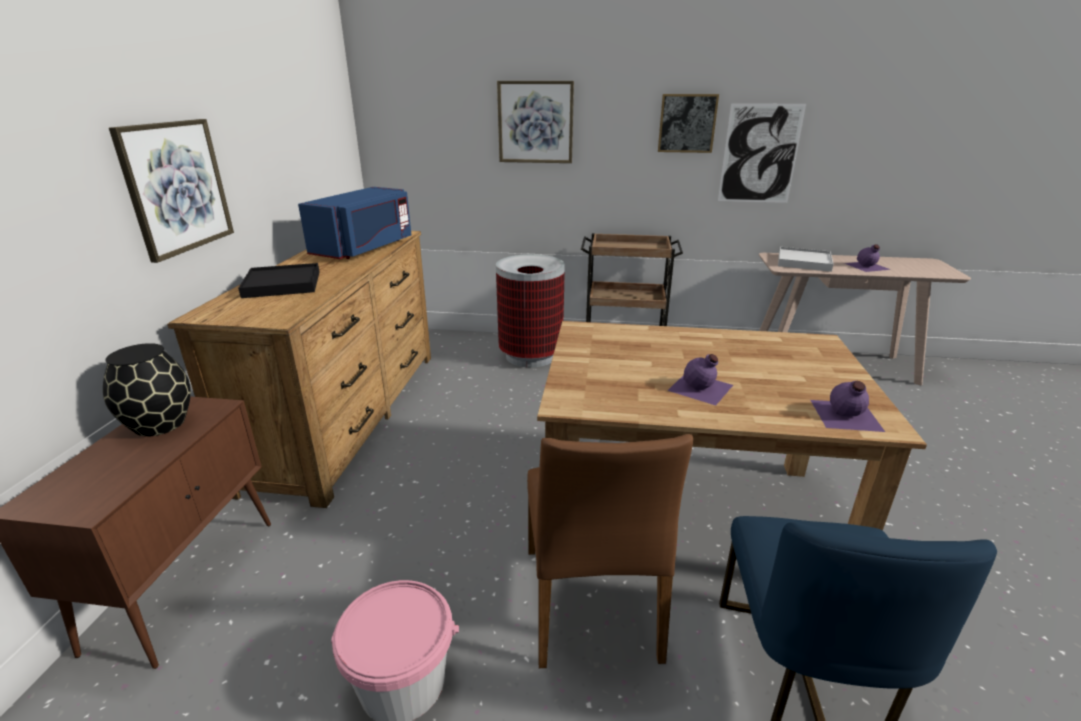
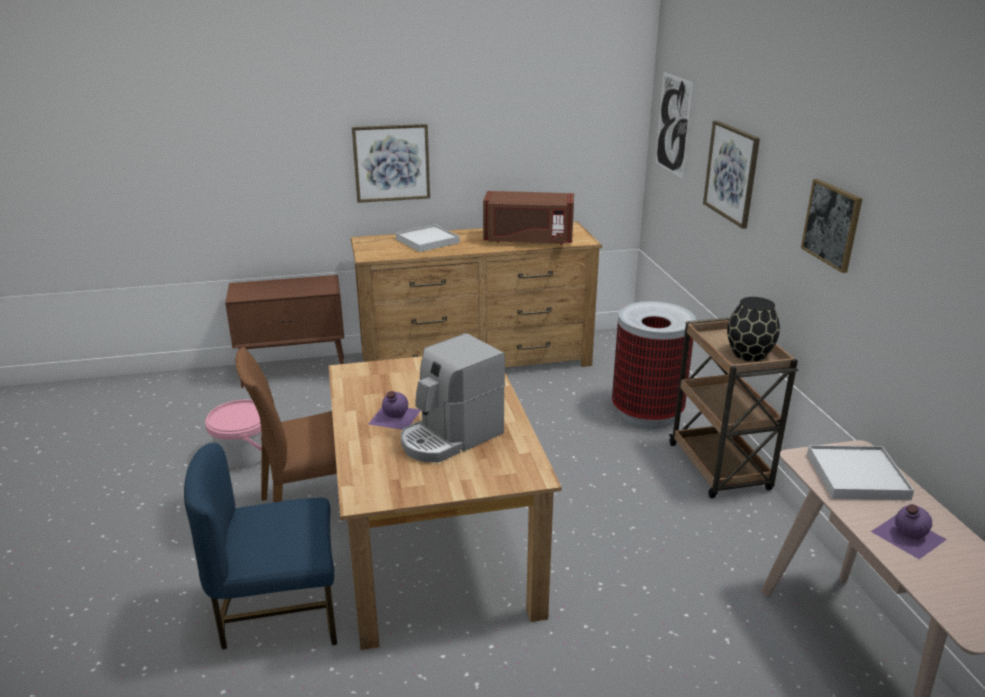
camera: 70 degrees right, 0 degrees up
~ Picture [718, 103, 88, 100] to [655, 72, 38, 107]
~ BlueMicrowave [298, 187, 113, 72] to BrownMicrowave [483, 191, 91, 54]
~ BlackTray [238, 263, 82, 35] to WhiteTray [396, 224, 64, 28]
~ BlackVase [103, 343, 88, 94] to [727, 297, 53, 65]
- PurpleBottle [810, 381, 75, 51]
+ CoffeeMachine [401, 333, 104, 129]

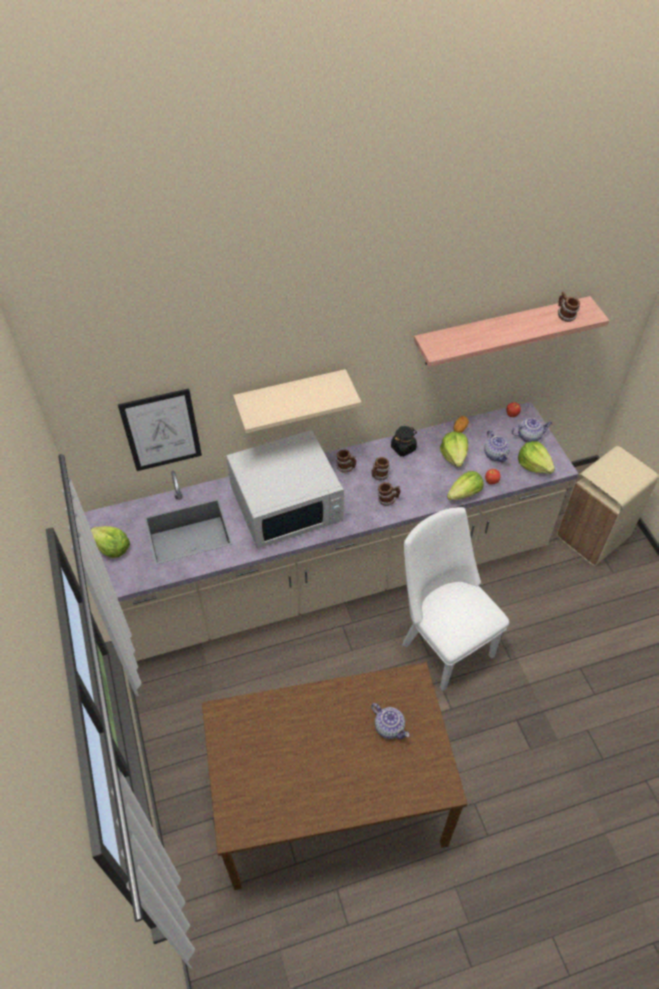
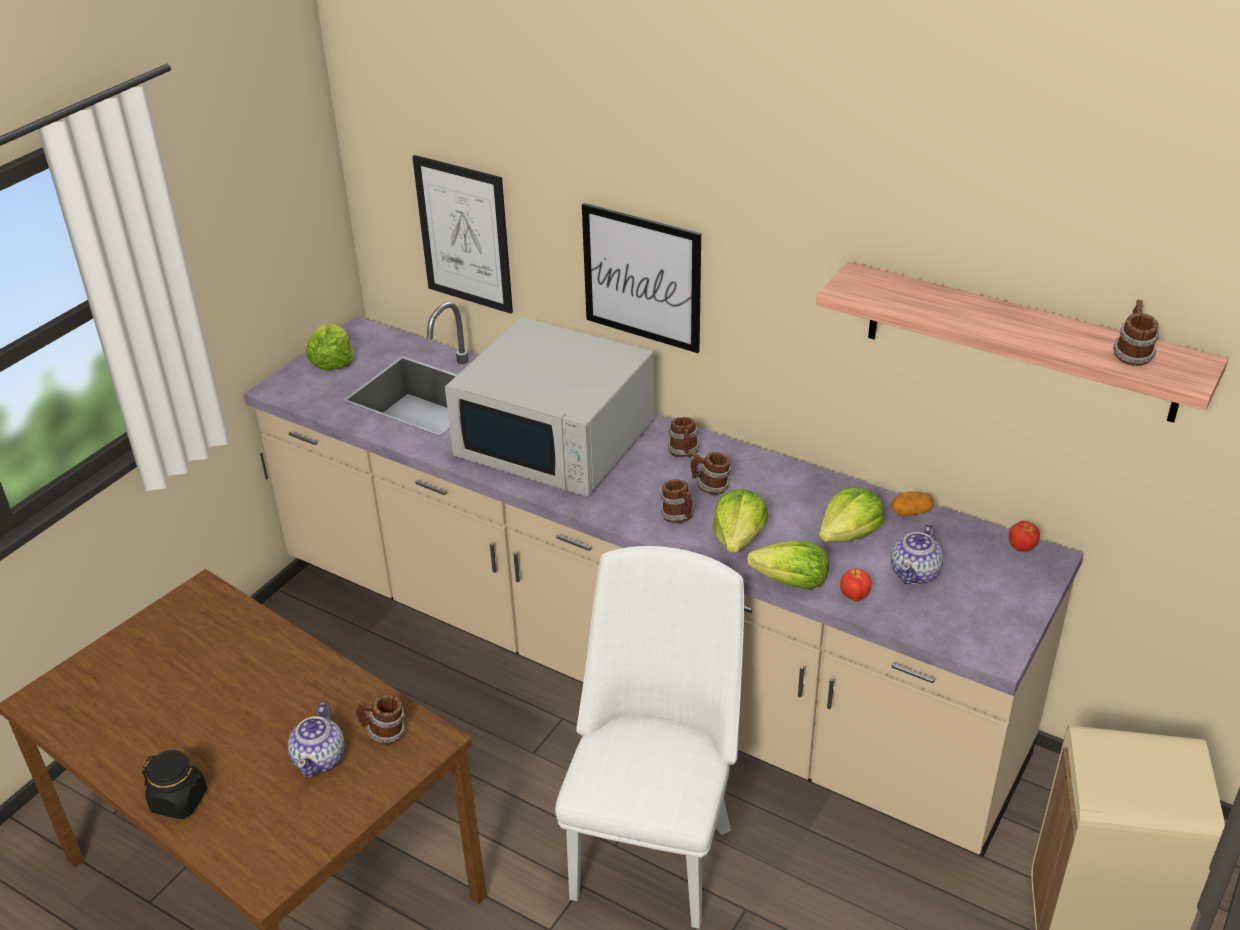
camera: 50 degrees right, 15 degrees down
~ BeigeShelf [233, 369, 128, 64] to Picture [582, 203, 119, 150]
- Teapot [511, 418, 41, 24]
~ BlackJar [391, 426, 26, 31] to [142, 750, 65, 69]
~ Lettuce [518, 441, 37, 33] to [712, 489, 56, 64]
+ Mug [356, 695, 49, 50]

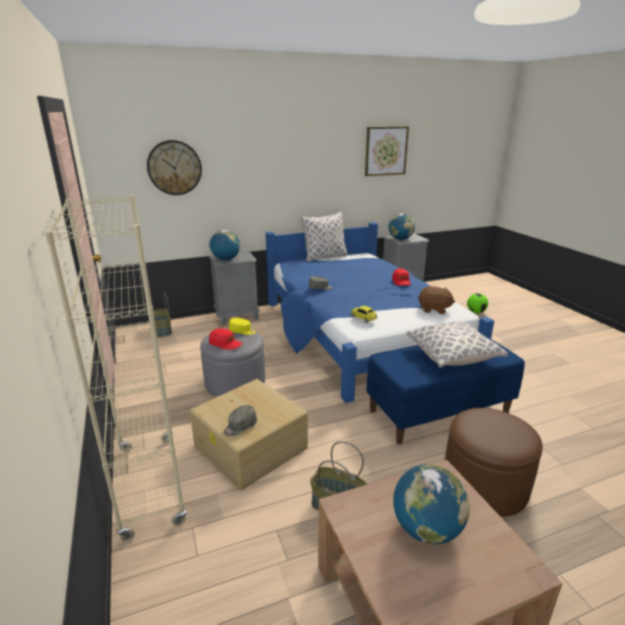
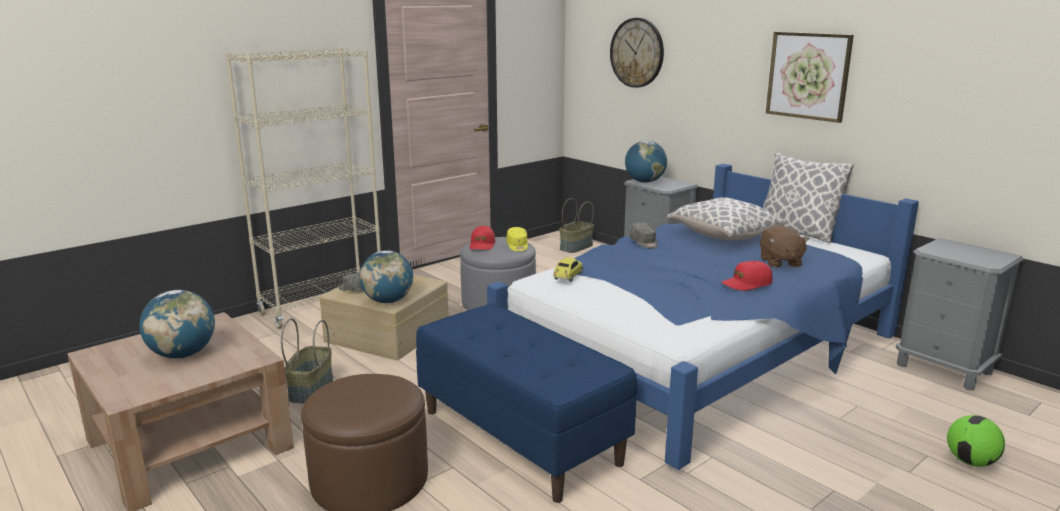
camera: 70 degrees right, 5 degrees down
~ Picture [365, 126, 44, 50] to [766, 32, 88, 91]
~ Globe [389, 213, 26, 27] to [360, 250, 53, 53]
~ BrownPlushToy [418, 286, 37, 28] to [760, 225, 50, 43]
~ Pillow [407, 322, 101, 46] to [667, 197, 118, 43]

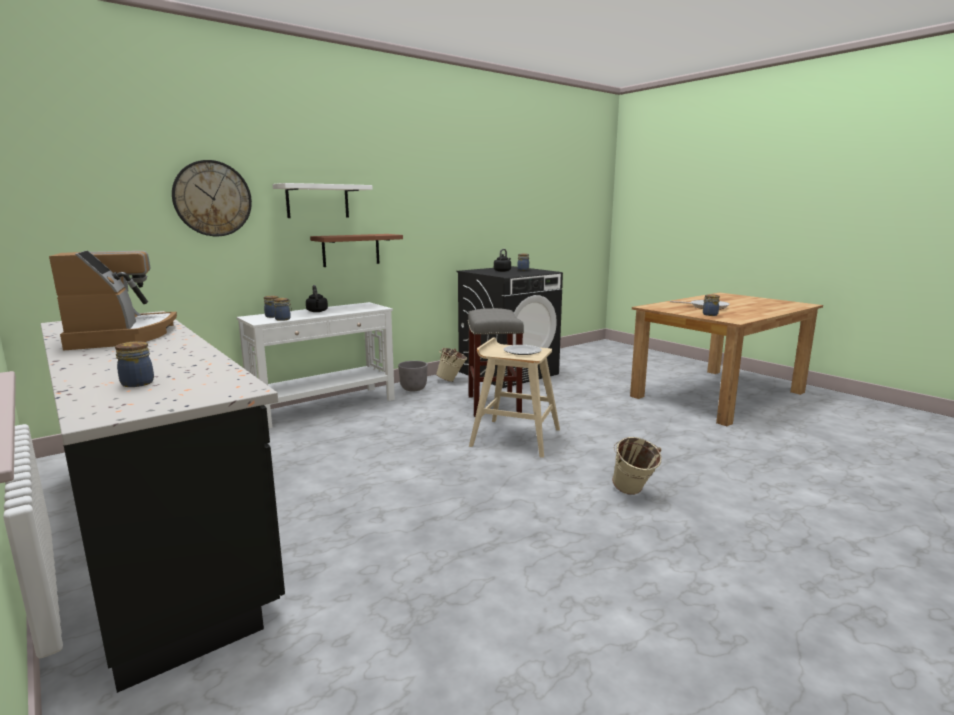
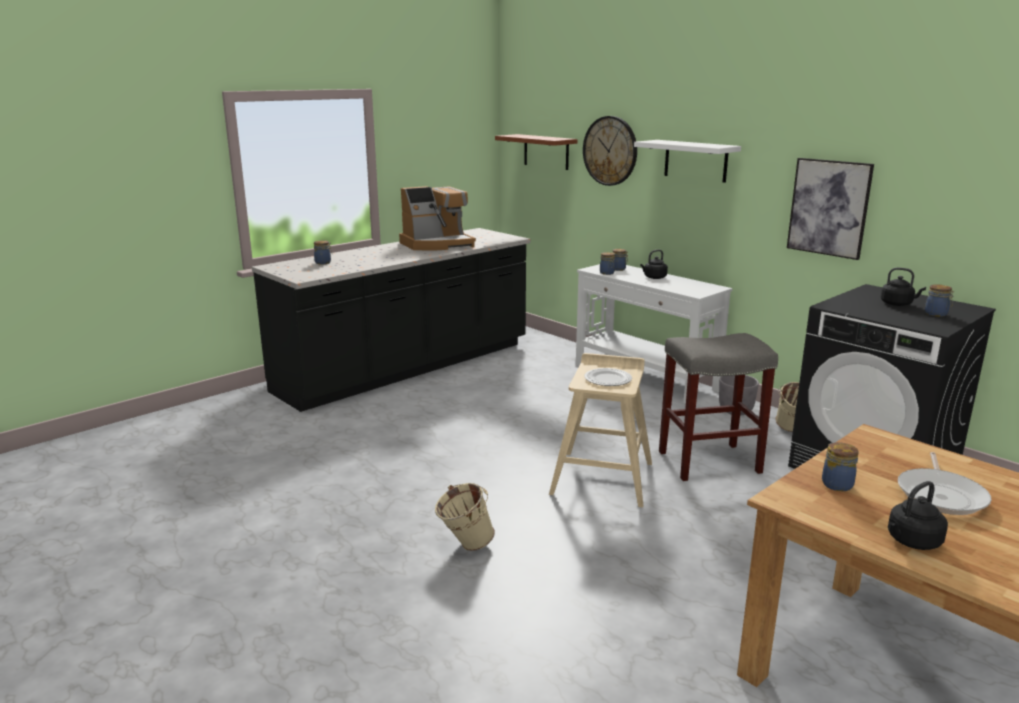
camera: 85 degrees right, 5 degrees up
~ BrownShelf [310, 234, 93, 33] to [495, 134, 83, 36]
+ Picture [787, 158, 87, 102]
+ BlackKettle [888, 481, 60, 69]

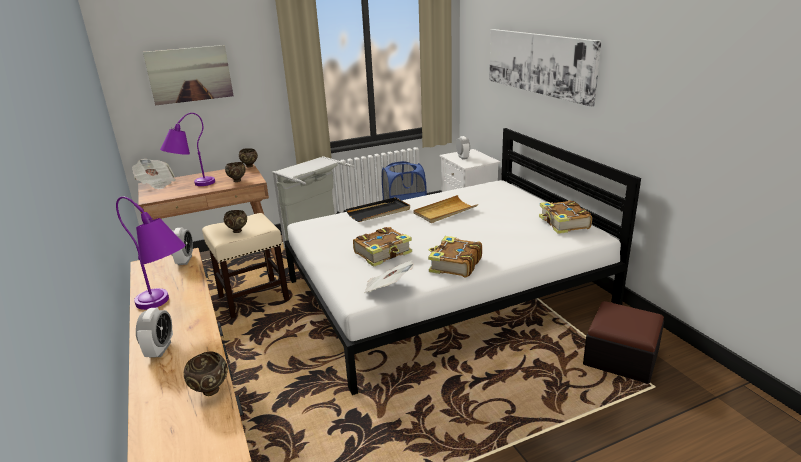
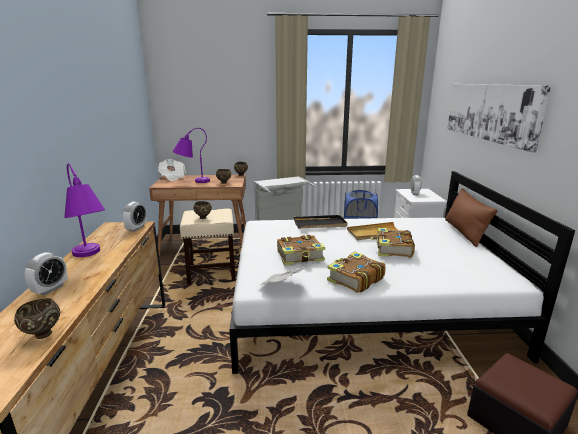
camera: 20 degrees right, 5 degrees down
- Picture [143, 45, 91, 60]
~ Book [539, 200, 53, 34] to [371, 228, 44, 30]
+ BrownPillow [445, 188, 53, 59]

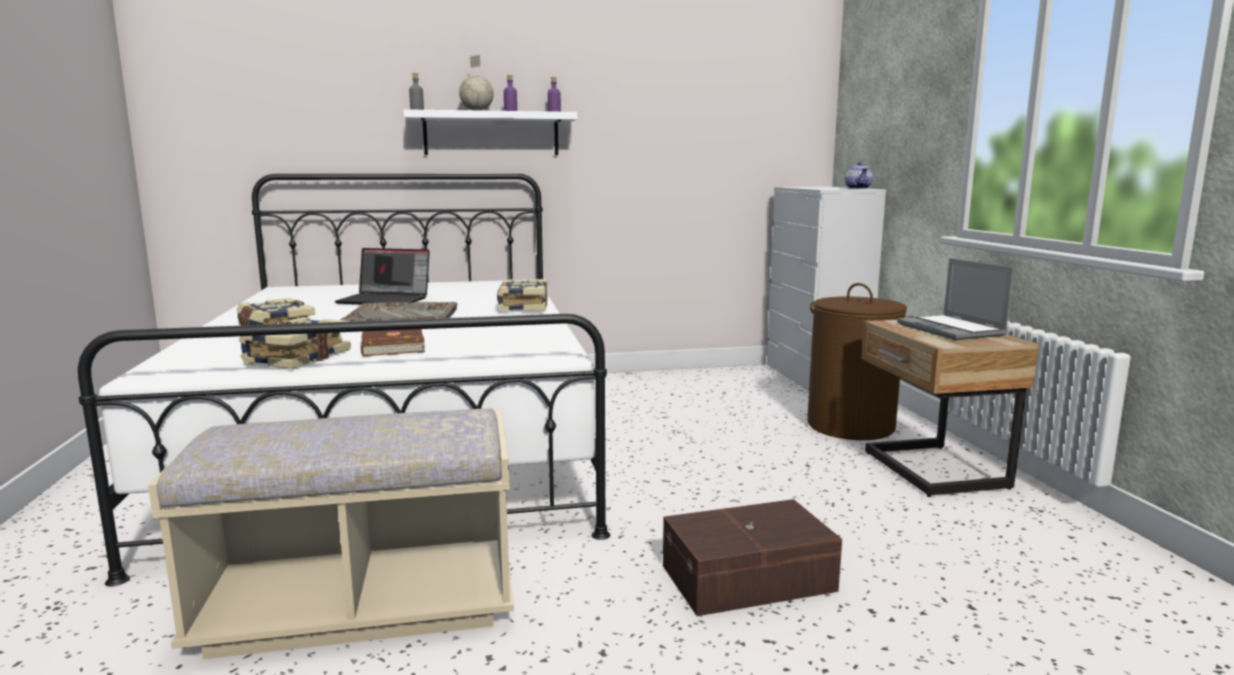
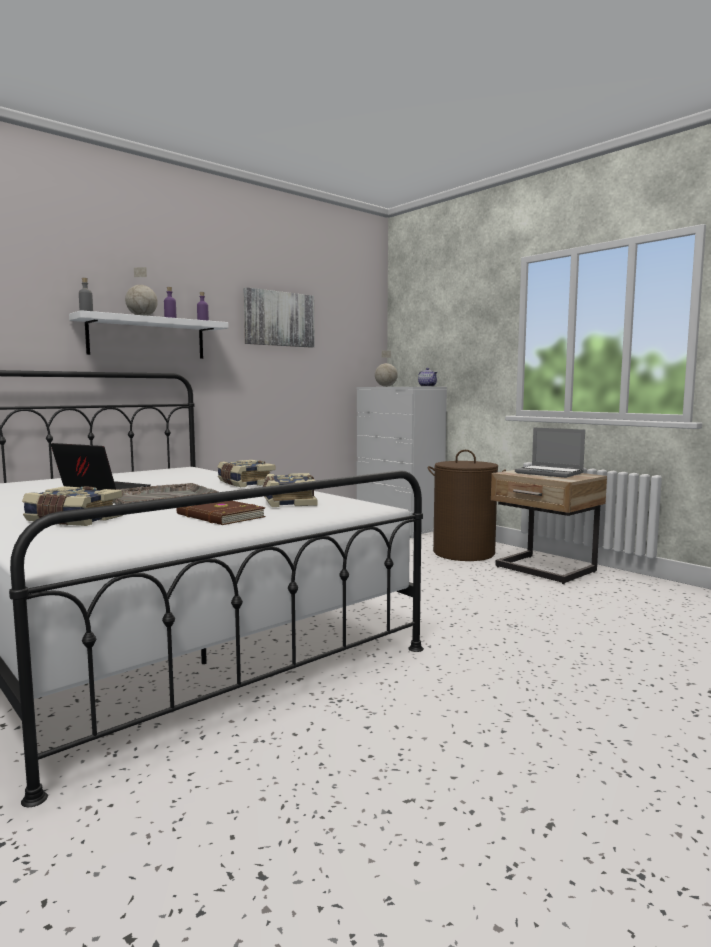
camera: 30 degrees left, 5 degrees down
~ Laptop [335, 248, 95, 57] = [51, 443, 100, 47] 135 degrees counterclockwise
~ Book [239, 317, 112, 52] to [263, 473, 55, 34]
- BeigeBench [148, 408, 366, 251]
- BrownStorageBox [663, 499, 179, 117]
+ Picture [243, 287, 72, 61]
+ Globe [375, 350, 23, 37]

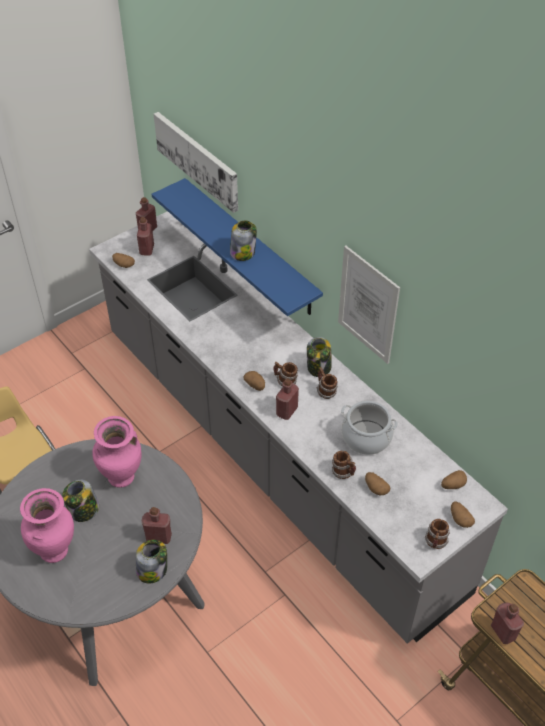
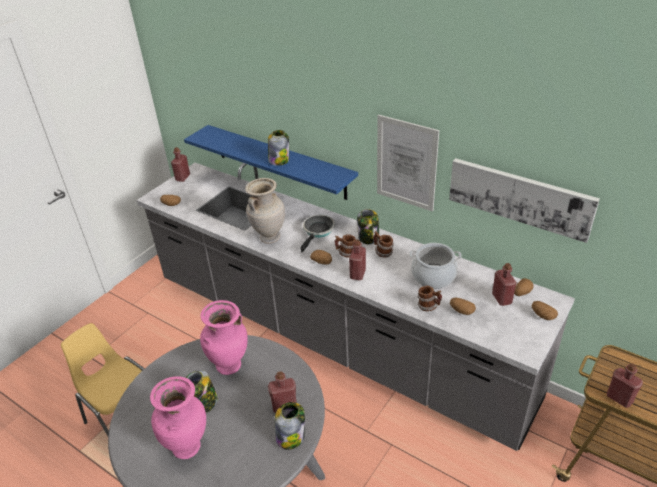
camera: 15 degrees left, 10 degrees down
~ Picture [154, 112, 84, 101] to [449, 158, 151, 85]
~ RedBottle [137, 217, 17, 39] to [492, 263, 25, 43]
- Mug [425, 519, 25, 30]
+ BeigeVase [245, 178, 40, 66]
+ FryingPan [300, 215, 35, 37]

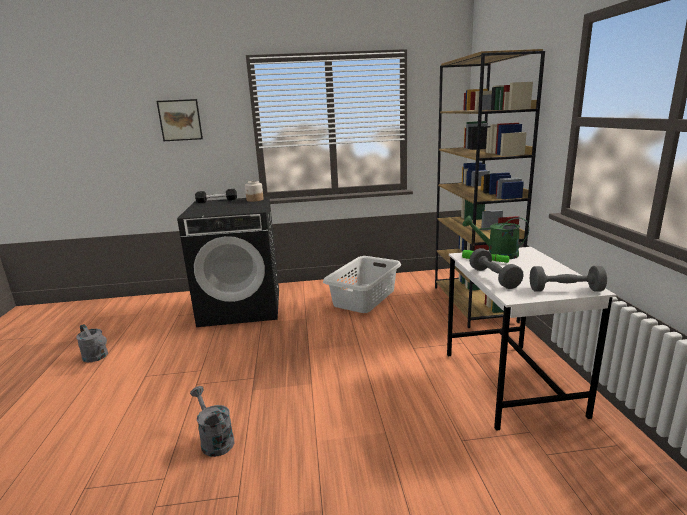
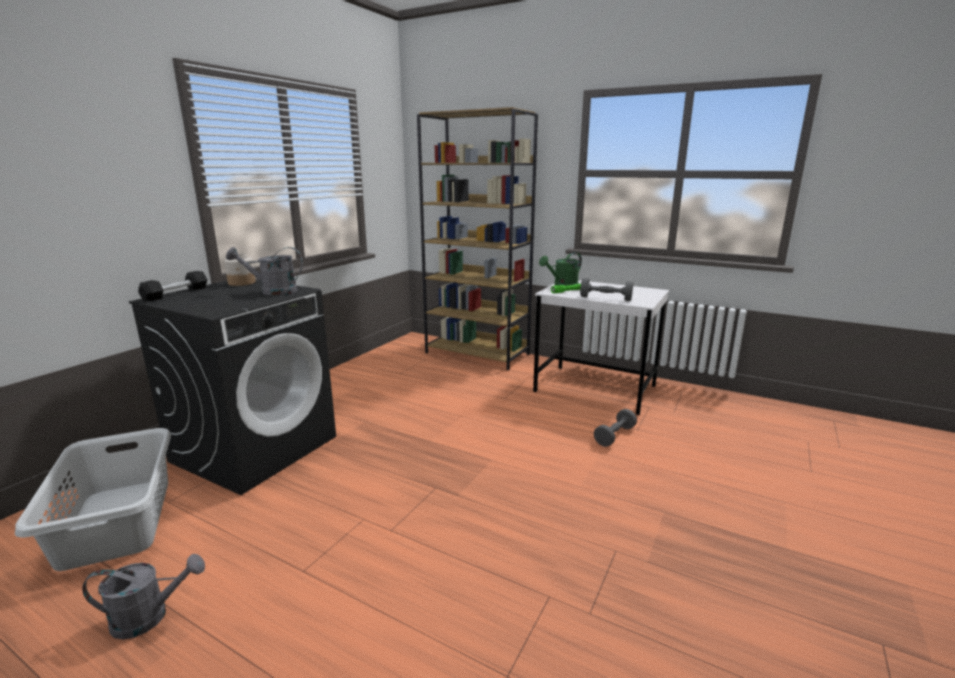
camera: 55 degrees left, 0 degrees up
- Picture [157, 99, 46, 42]
~ GreyLaundryBasket [323, 256, 78, 57] to [15, 428, 156, 143]
~ GreyDumbbell [530, 266, 77, 25] to [594, 409, 43, 38]
~ GreyWateringCan [190, 386, 44, 71] to [226, 247, 77, 49]

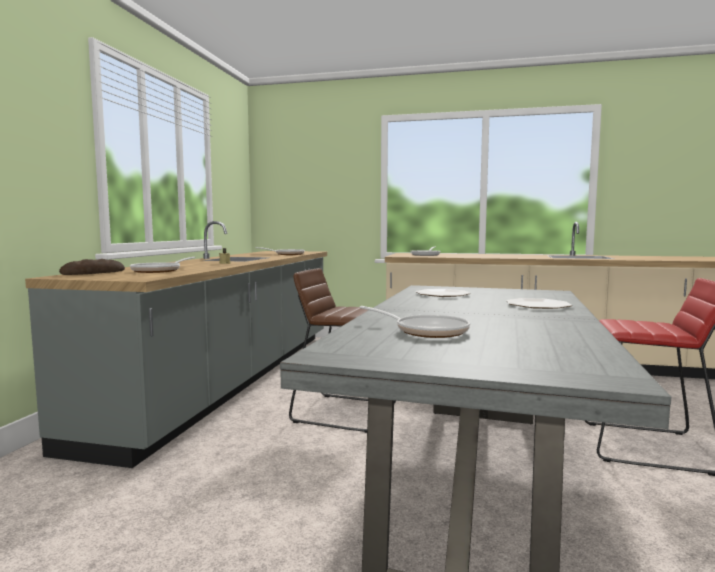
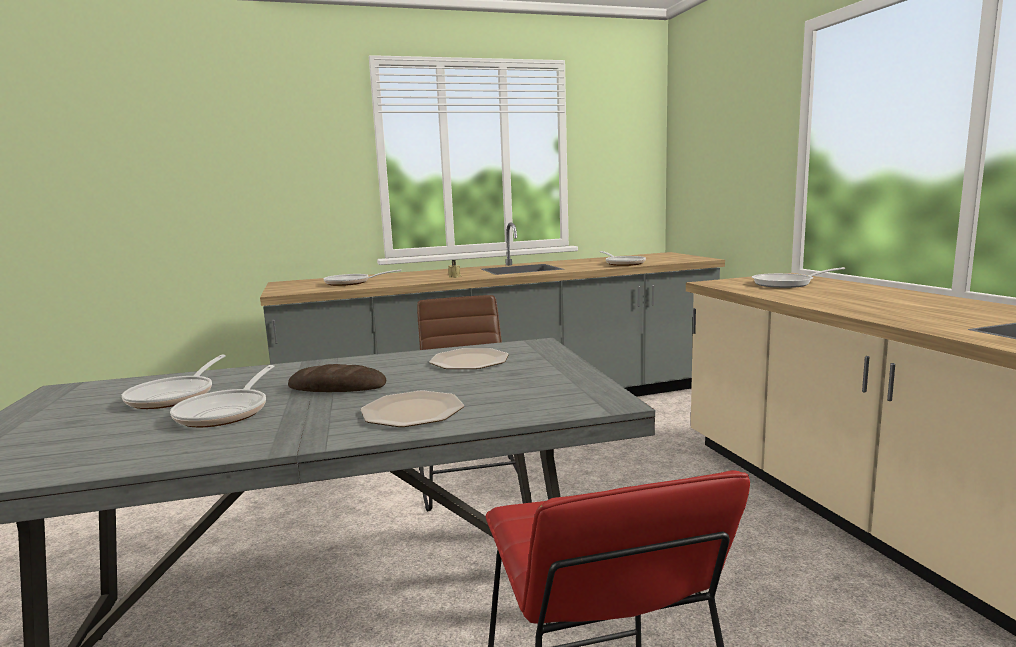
camera: 60 degrees right, 5 degrees up
~ Bread [59, 259, 66, 16] to [288, 364, 98, 28]
+ FryingPan [170, 365, 105, 63]

